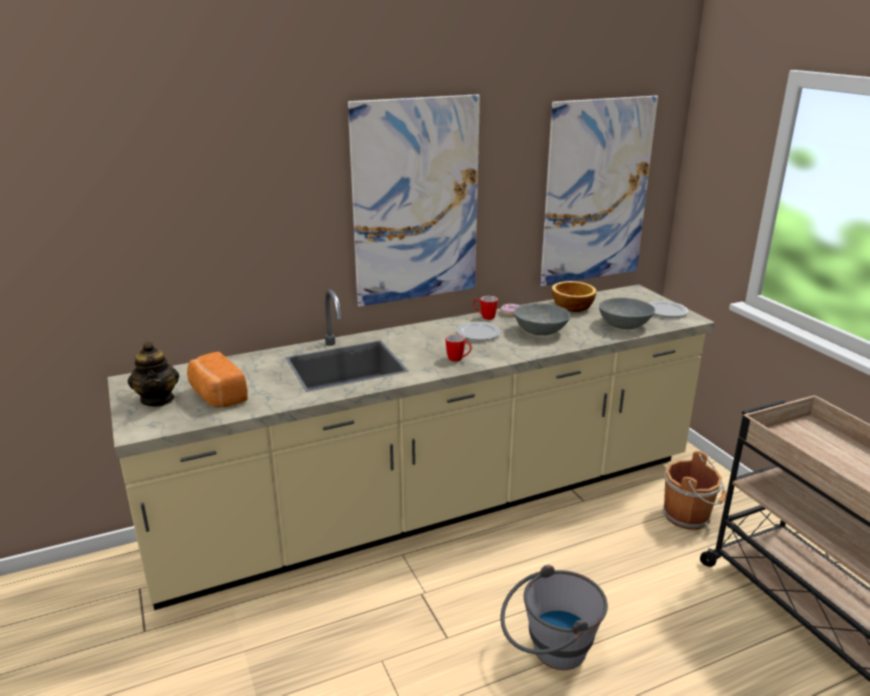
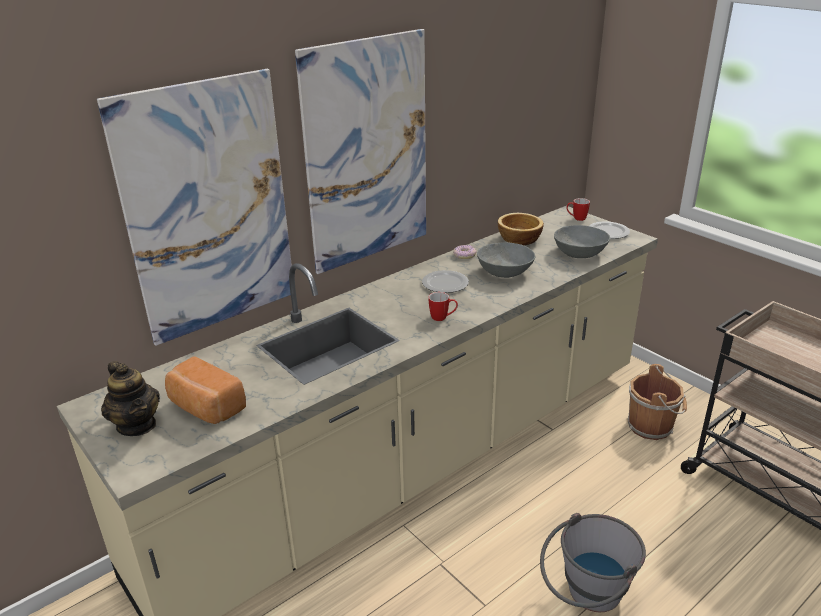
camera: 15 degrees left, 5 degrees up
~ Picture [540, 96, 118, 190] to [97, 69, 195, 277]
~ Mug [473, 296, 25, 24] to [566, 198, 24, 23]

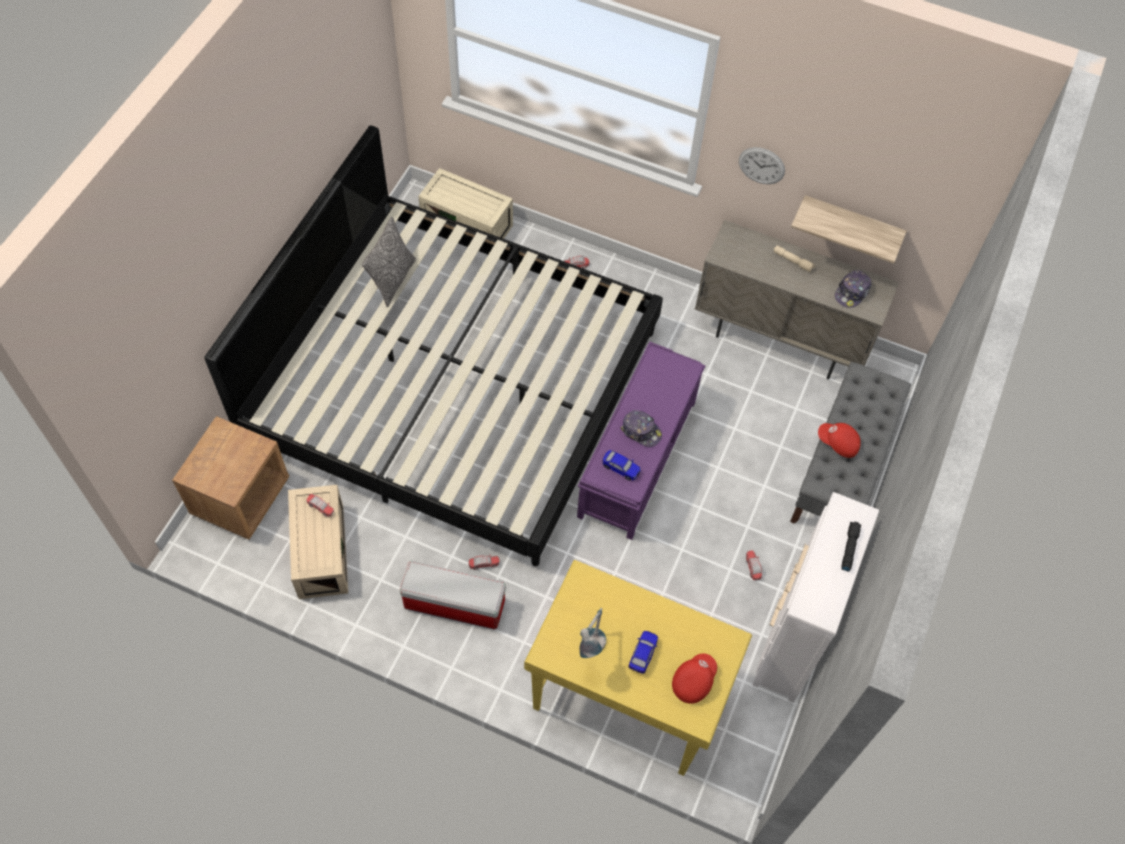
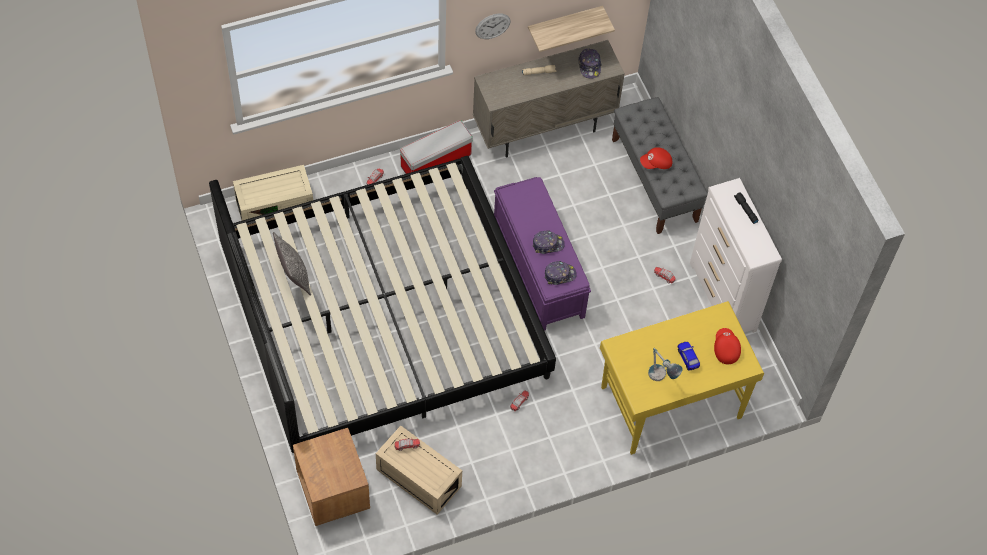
camera: 45 degrees left, 0 degrees up
~ ToyCar [603, 450, 38, 31] to Cap [544, 261, 33, 24]
~ StorageBox [400, 561, 106, 69] to [400, 120, 73, 54]

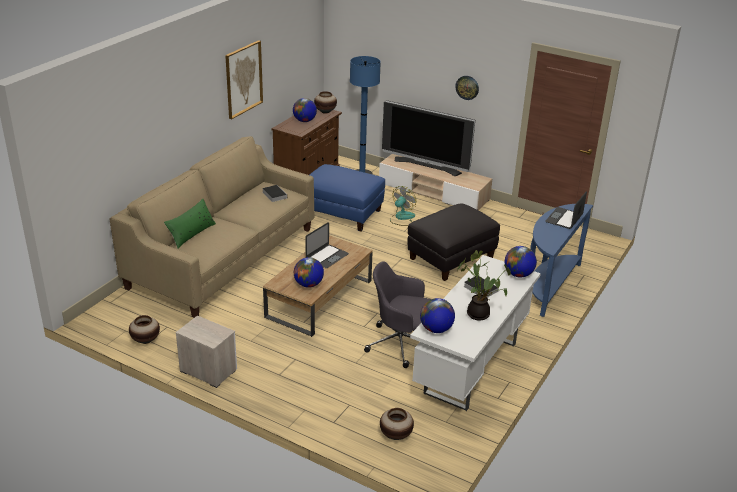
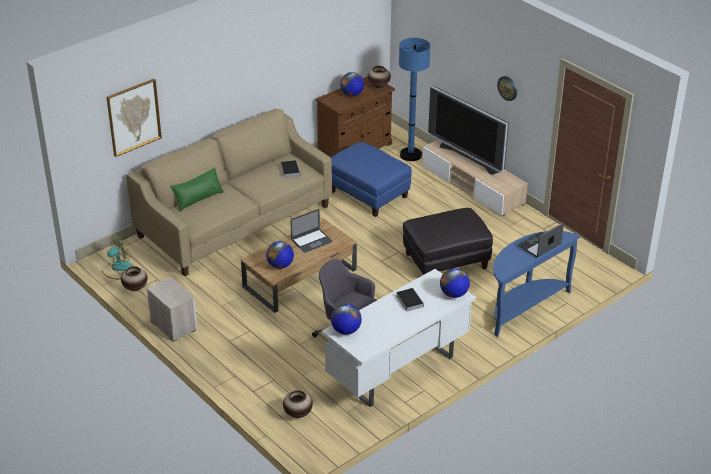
camera: 20 degrees right, 5 degrees up
~ Picture [225, 40, 38, 79] to [106, 79, 56, 78]
~ Fan [390, 186, 26, 40] to [102, 235, 31, 44]
- PottedPlant [457, 250, 54, 70]

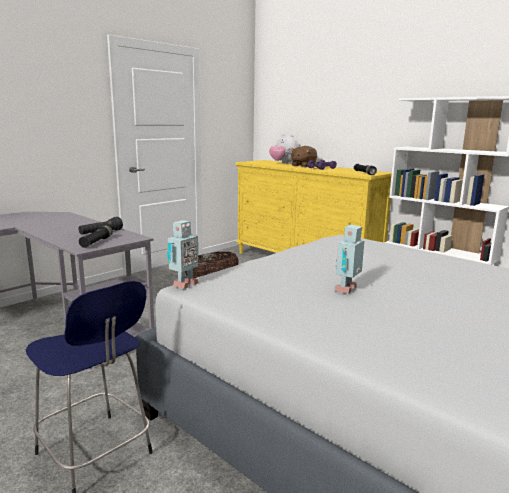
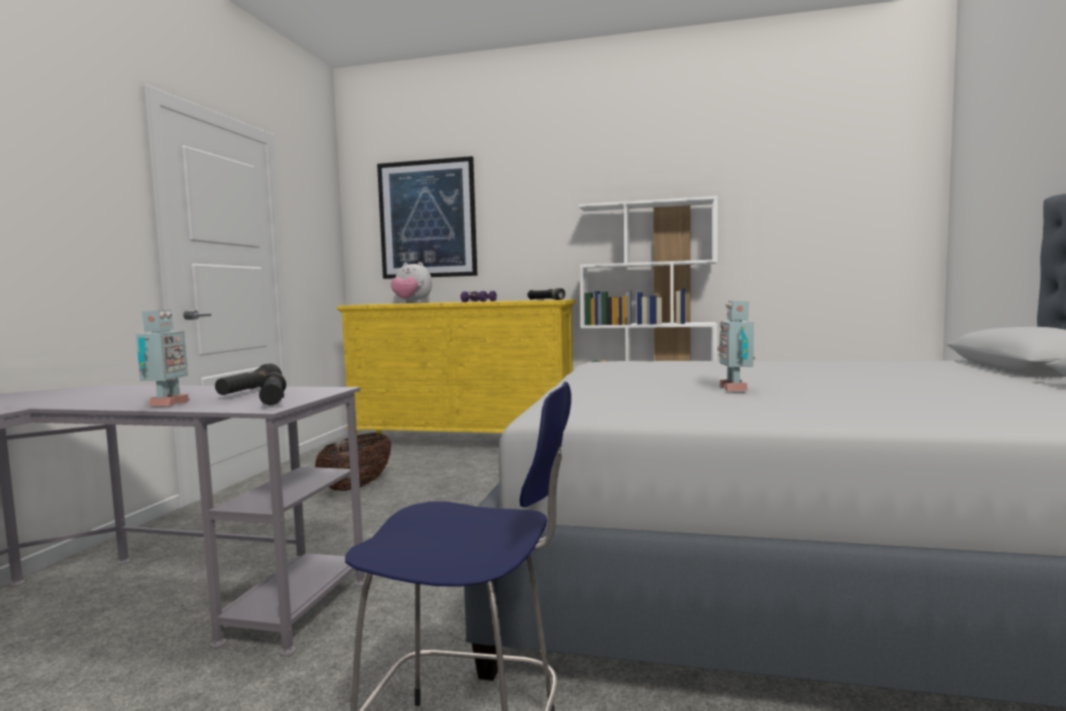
camera: 30 degrees left, 10 degrees down
- BrownPlushToy [291, 146, 26, 21]
~ ToyRobot [167, 220, 32, 69] to [136, 310, 54, 96]
+ Picture [377, 156, 100, 123]

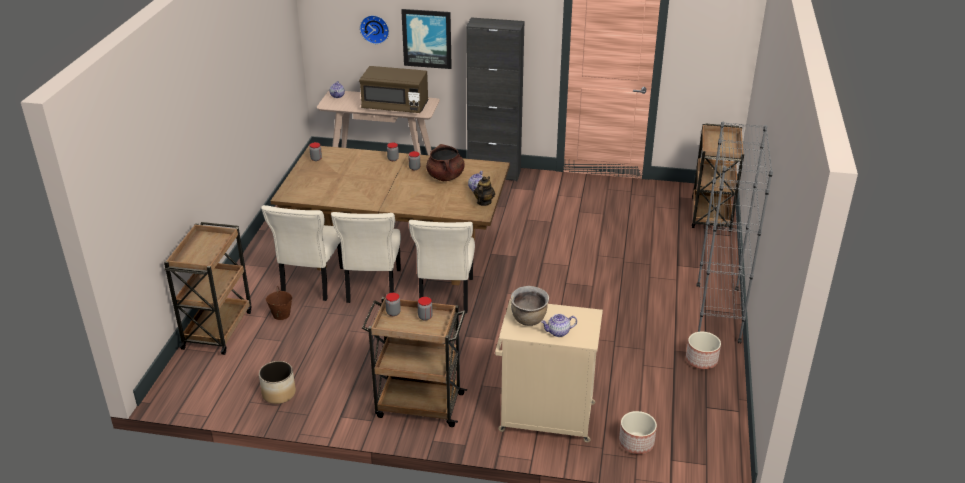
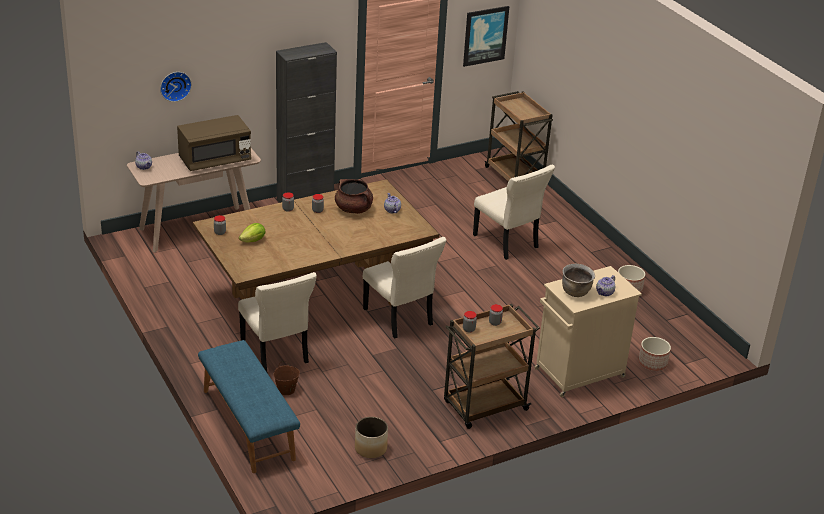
camera: 40 degrees left, 0 degrees up
~ Picture [401, 9, 51, 60] to [463, 6, 46, 61]
- GreyBookcase [697, 122, 76, 221]
- Teapot [474, 176, 21, 30]
~ BeigeChair [331, 212, 70, 91] to [473, 165, 82, 95]
~ BrownCart [164, 222, 88, 133] to BlueBench [198, 340, 102, 133]
+ Lettuce [239, 223, 26, 20]

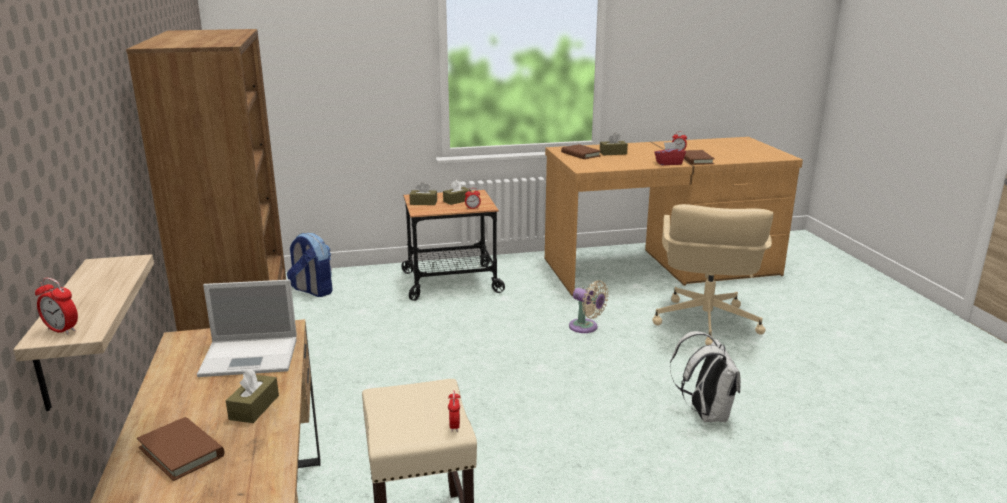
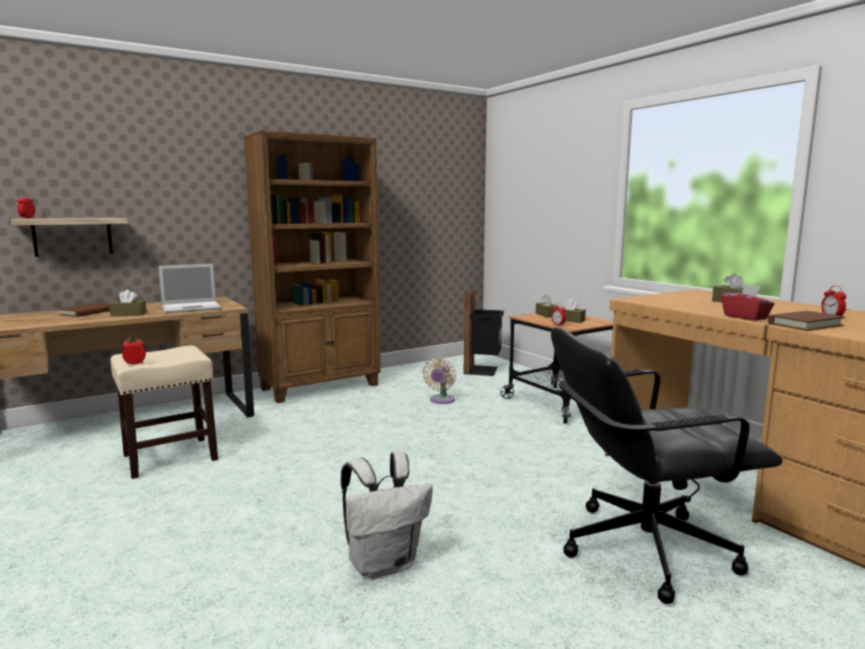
camera: 70 degrees right, 10 degrees down
- BrownBook [561, 144, 40, 15]
~ BeigeOfficeChair [652, 204, 121, 141] to BlackOfficeChair [551, 328, 231, 276]
~ Backpack [287, 233, 46, 64] to BlackTrashCan [463, 290, 41, 86]
~ Laptop [197, 280, 100, 97] = [159, 264, 62, 49] 90 degrees counterclockwise
~ BeigeFan [569, 280, 40, 53] to [423, 358, 33, 46]

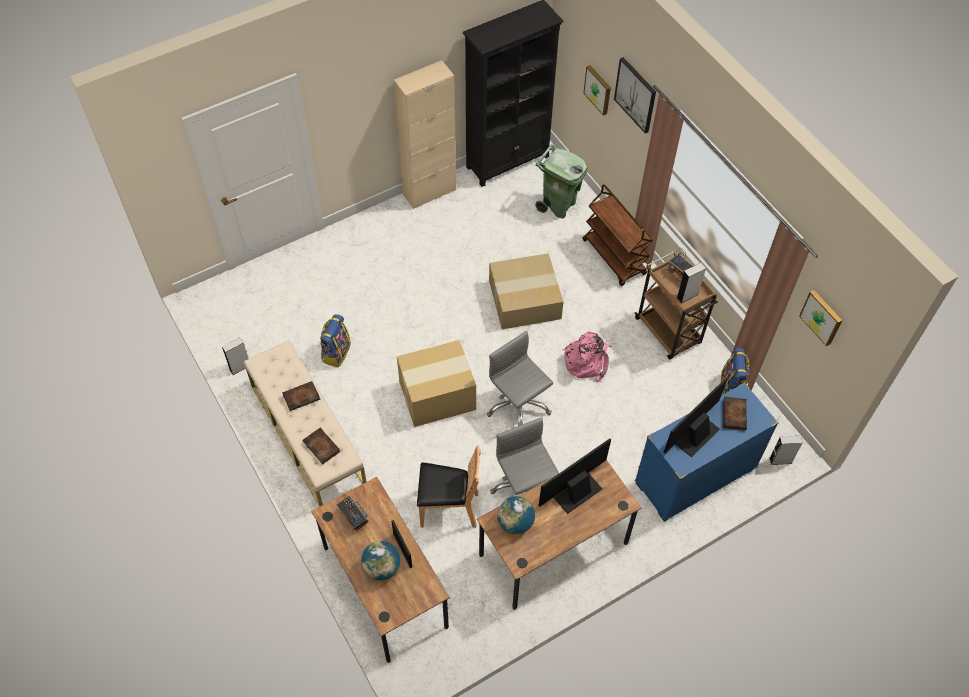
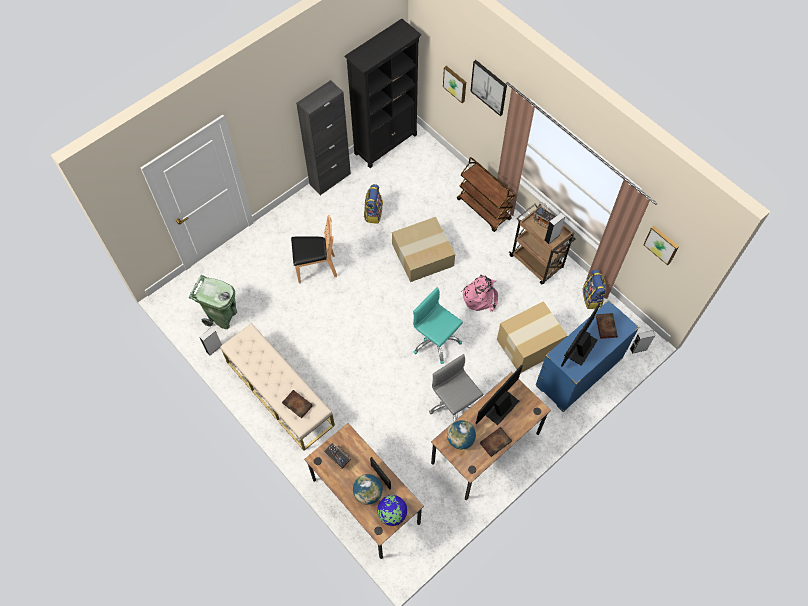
camera: 10 degrees left, 5 degrees up
~ BeigeCabinet [394, 60, 62, 149] to BlackCabinet [296, 80, 55, 115]
~ GreenTrashCan [535, 144, 52, 75] to [189, 275, 48, 54]
~ Backpack [320, 314, 31, 53] to [364, 184, 19, 40]
~ GreyOfficeChair [487, 331, 66, 95] to TurquoiseOfficeChair [413, 287, 50, 77]
~ CardboardBox [397, 340, 79, 87] to [497, 301, 71, 72]
~ Book [282, 381, 38, 30] to [480, 427, 32, 30]
~ BrownChair [417, 445, 64, 83] to [291, 215, 46, 68]
+ Globe [377, 495, 30, 31]

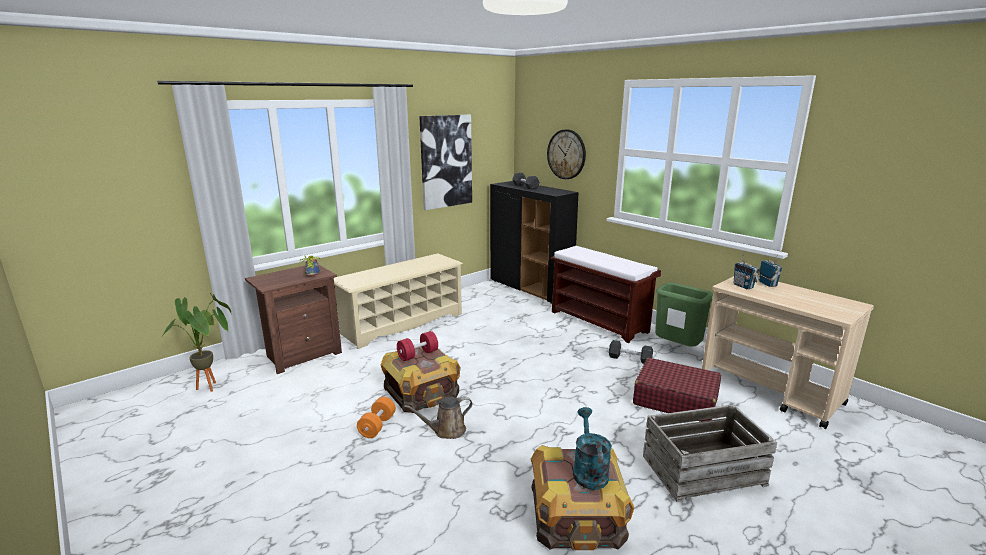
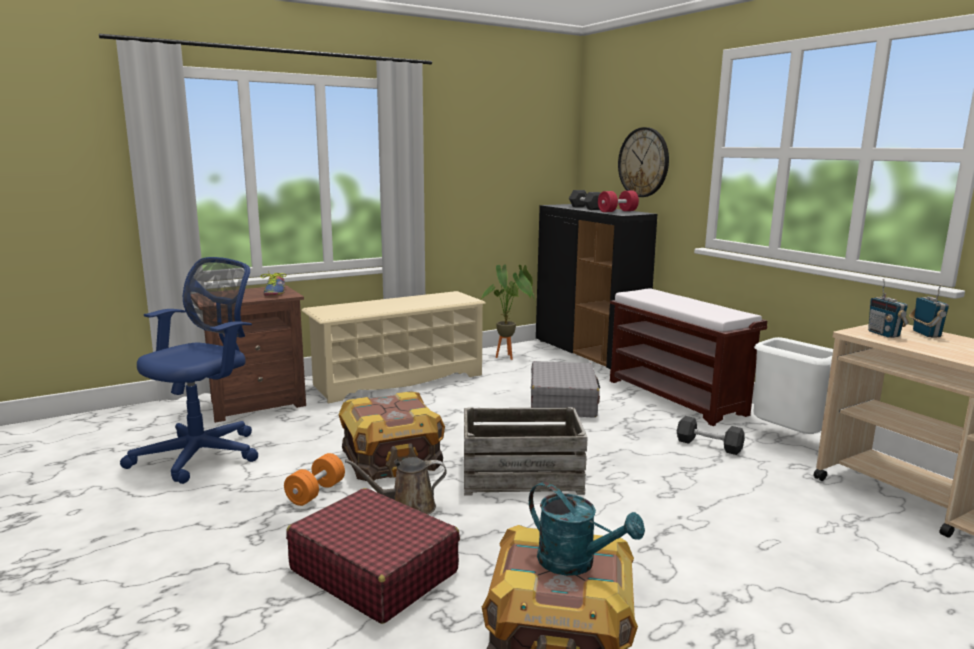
camera: 10 degrees right, 5 degrees down
- Picture [419, 115, 53, 95]
~ GreenTrashCan [655, 282, 58, 65] to WhiteTrashCan [754, 337, 79, 97]
~ PottedPlant [162, 293, 69, 99] to [480, 264, 55, 96]
~ RedDumbbell [397, 331, 41, 30] to [598, 191, 41, 21]
~ RedSuitcase [633, 358, 88, 64] to [286, 488, 174, 136]
~ Crate [643, 405, 134, 97] to [464, 407, 124, 89]
~ TurquoiseWateringCan [573, 407, 39, 83] = [529, 482, 116, 94] 120 degrees clockwise
+ BlueOfficeChair [120, 257, 138, 227]
+ GreySuitcase [531, 361, 69, 56]

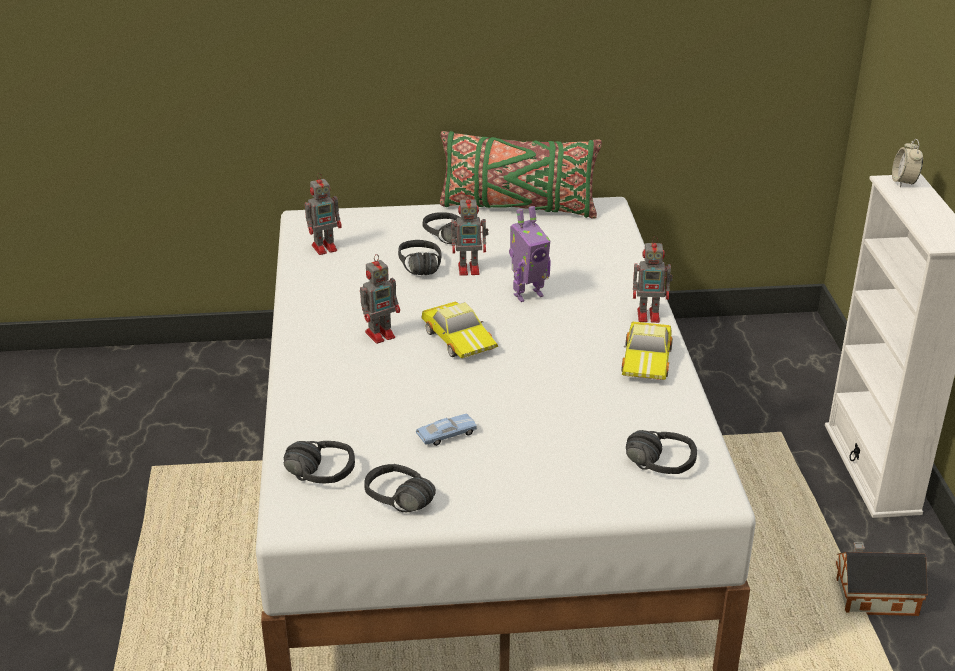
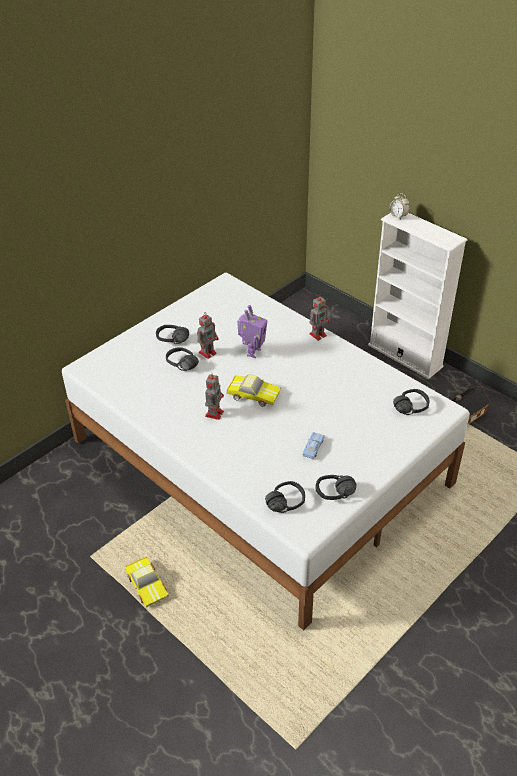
camera: 40 degrees left, 10 degrees up
- GreenPillow [440, 131, 162, 88]
- ToyRobot [305, 173, 37, 82]
~ ToyCar [621, 322, 52, 58] to [125, 557, 44, 50]

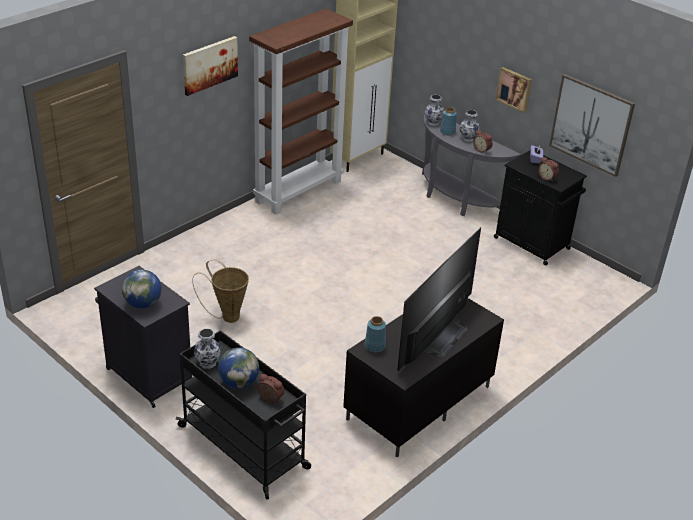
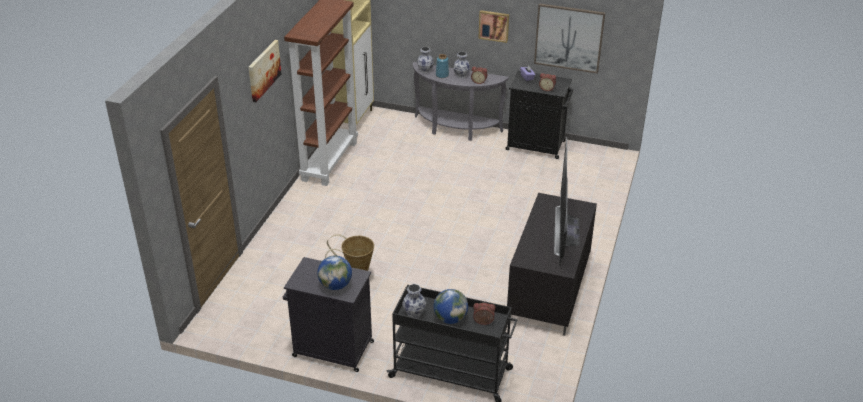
camera: 25 degrees left, 0 degrees up
- BlueVase [365, 316, 21, 36]

